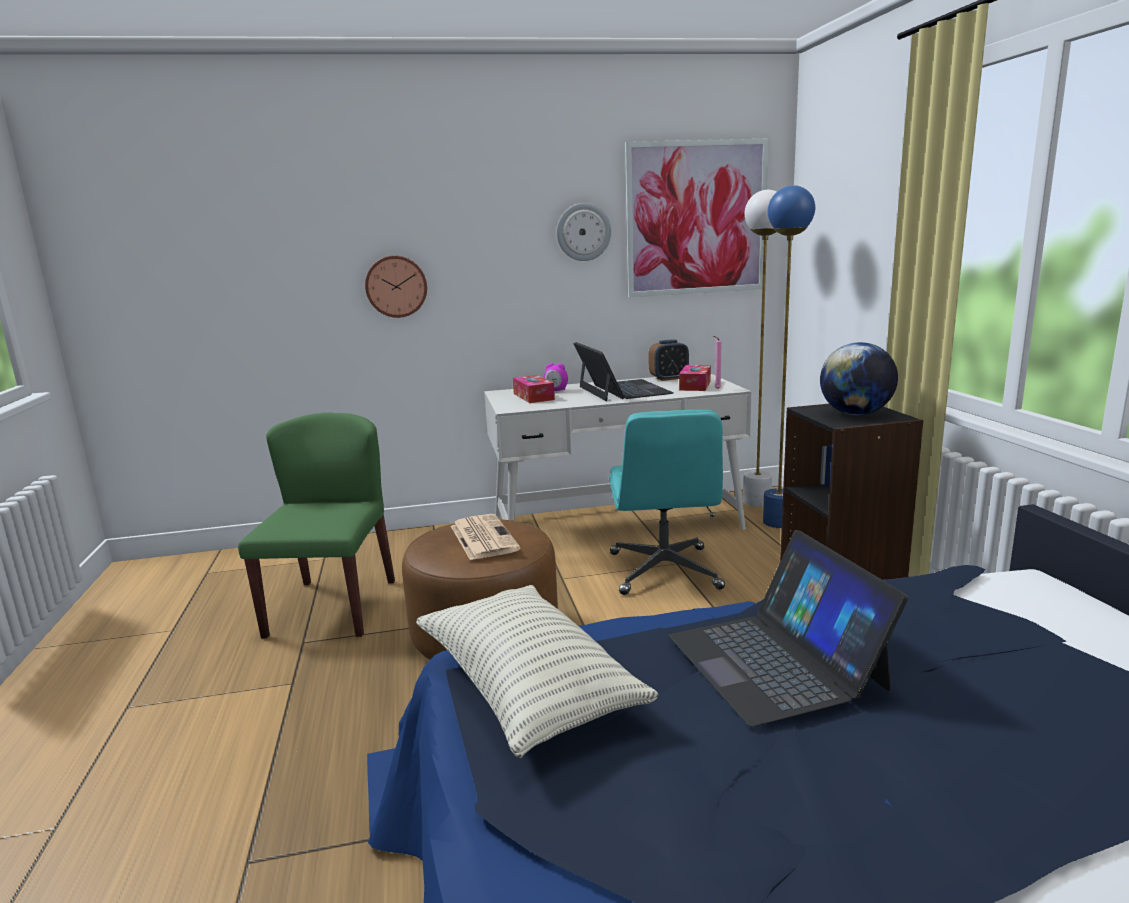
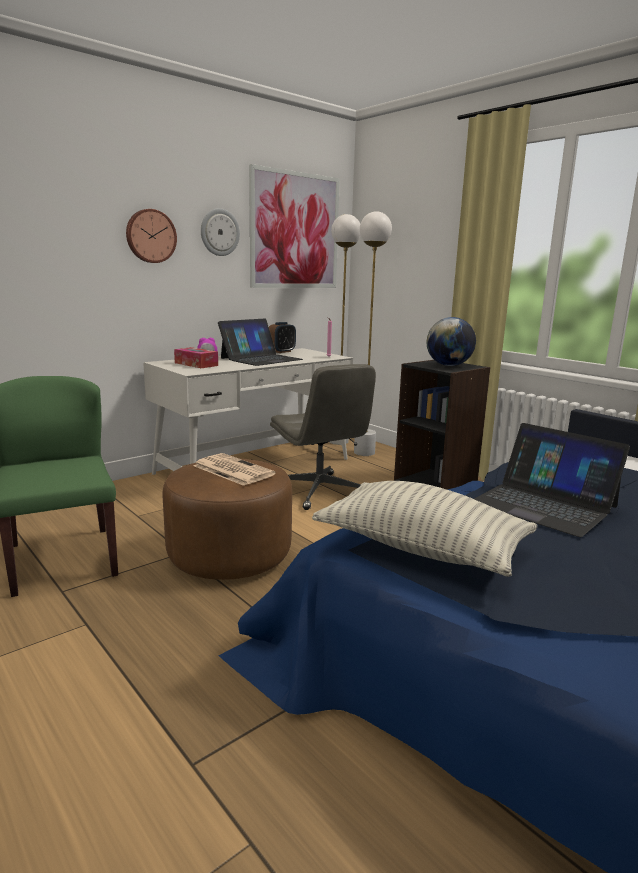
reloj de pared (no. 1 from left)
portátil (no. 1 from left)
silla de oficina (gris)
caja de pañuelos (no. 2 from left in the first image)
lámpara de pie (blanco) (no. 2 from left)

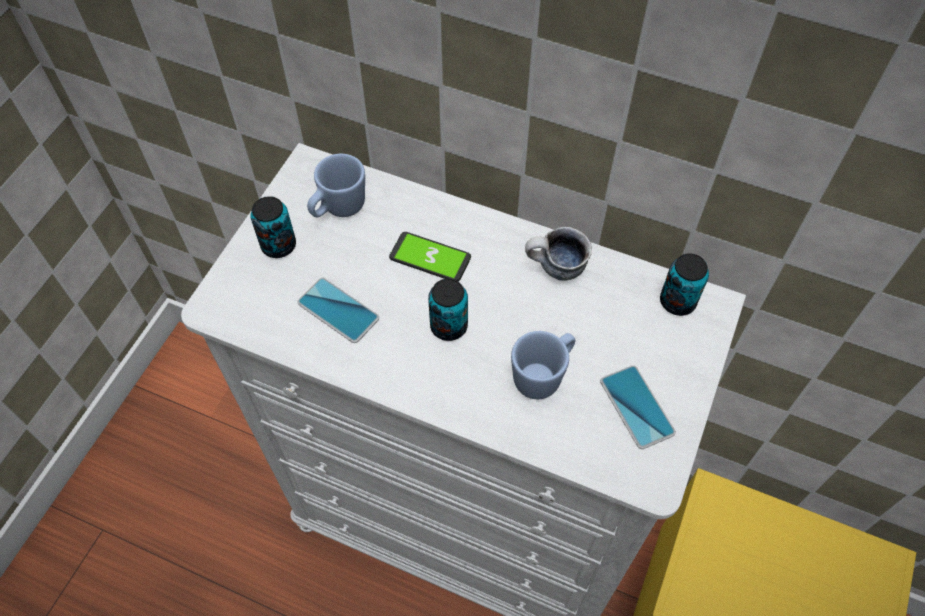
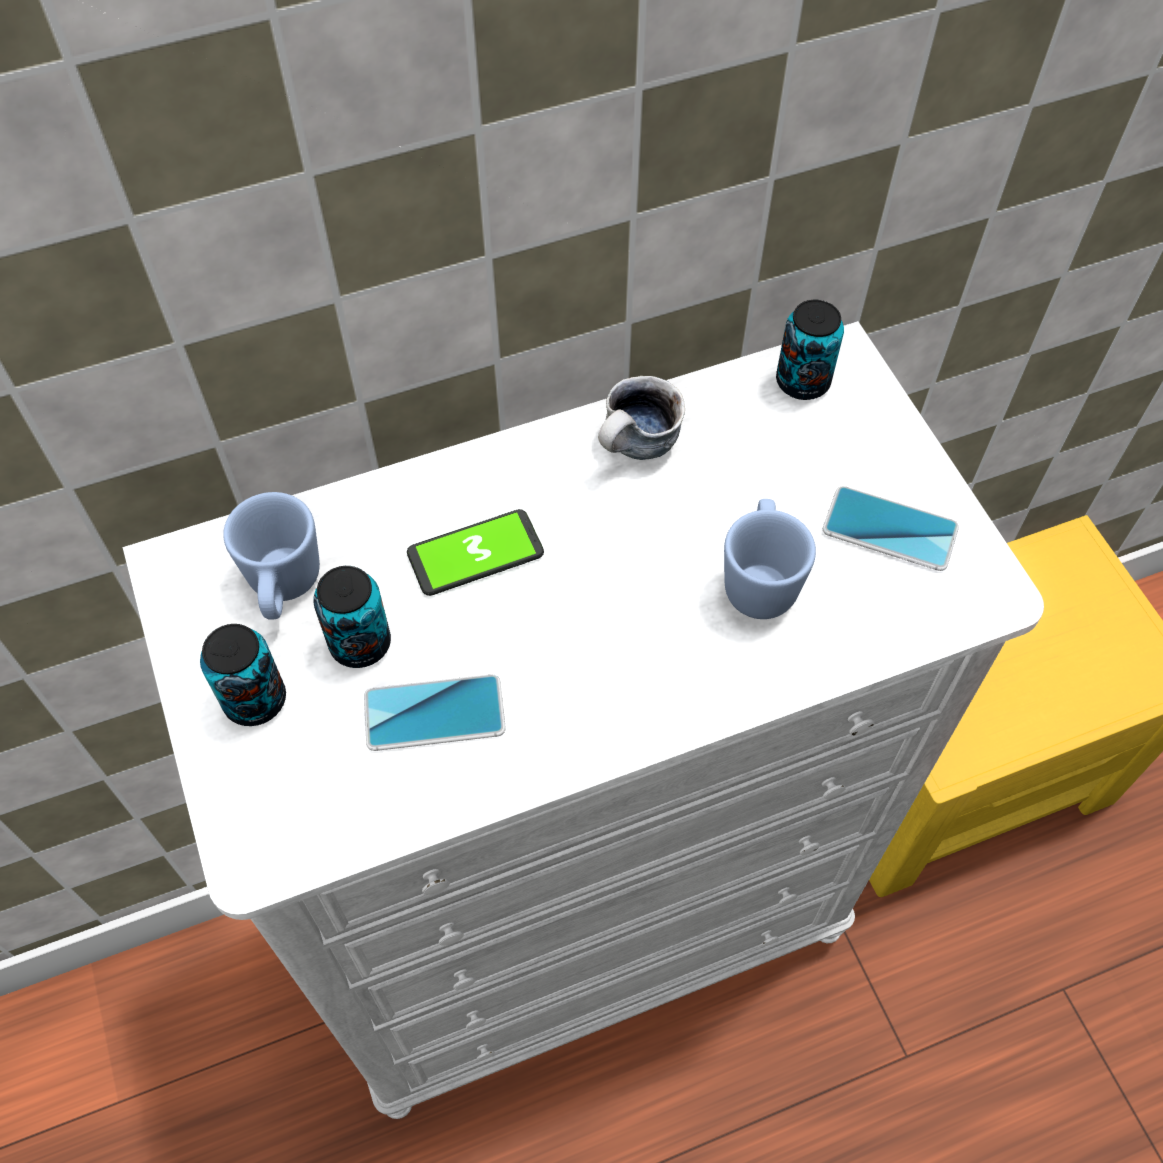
lata (no. 2 from left)

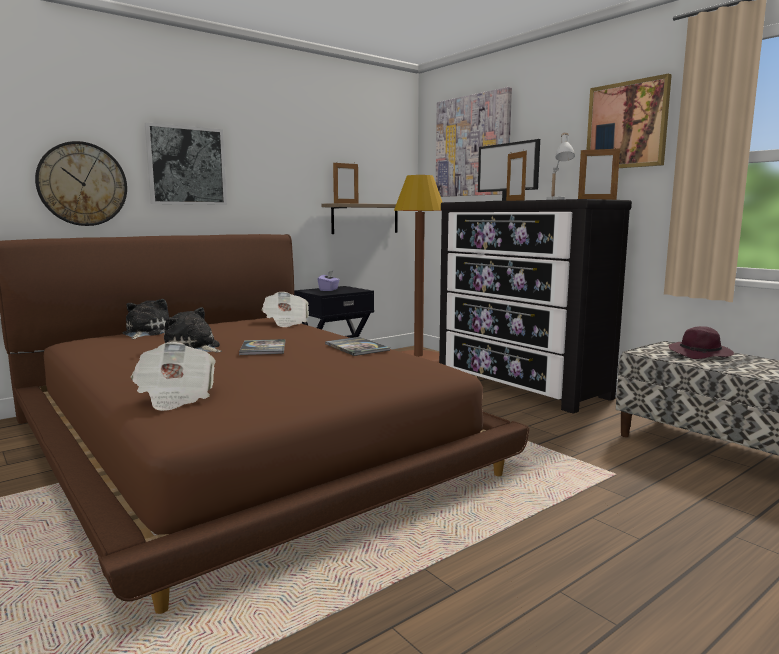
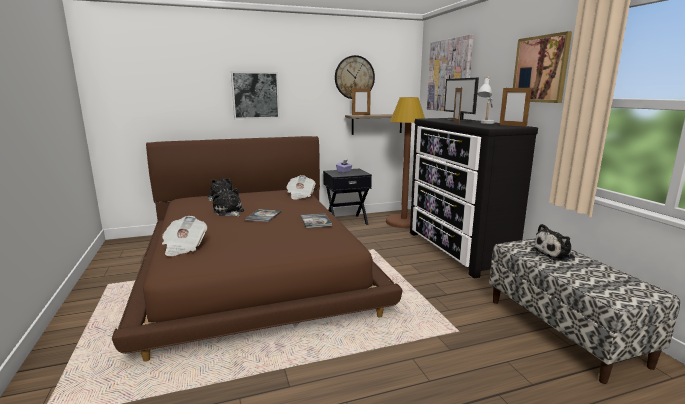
reloj de pared
peluche (no. 3 from left)

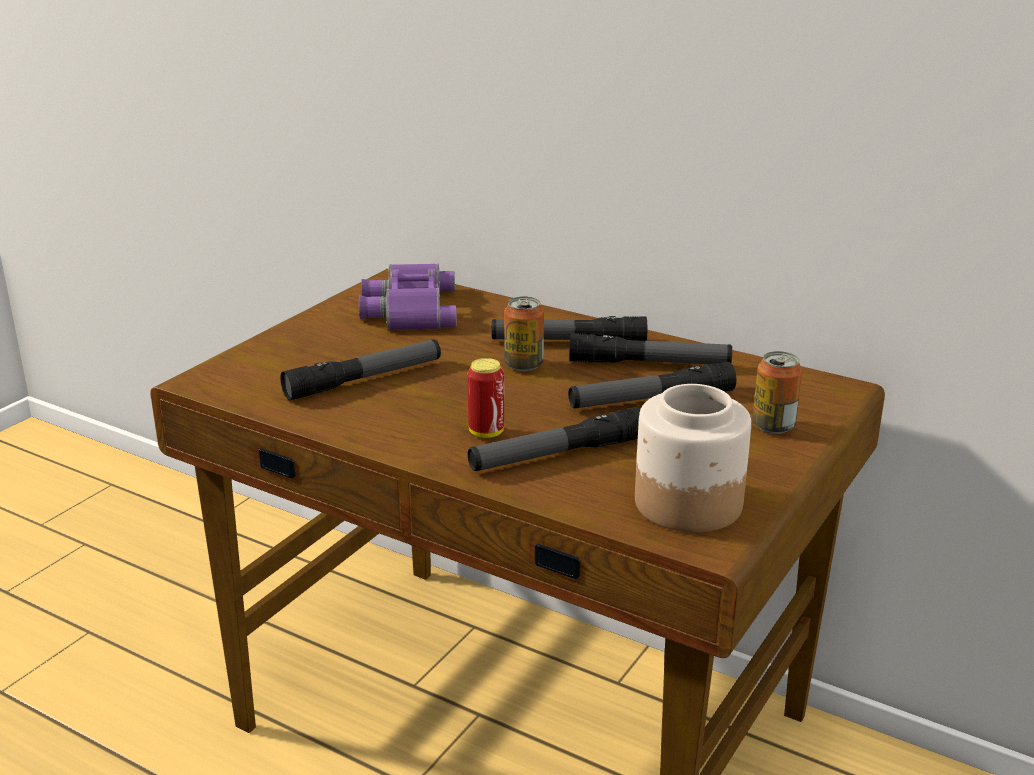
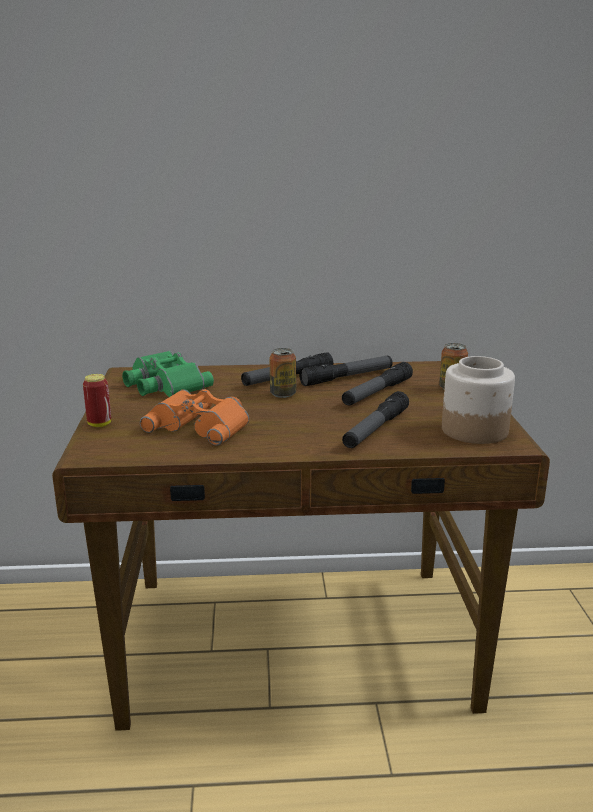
prismáticos (naranja)
prismáticos (verde)
lata (no. 1 from left)

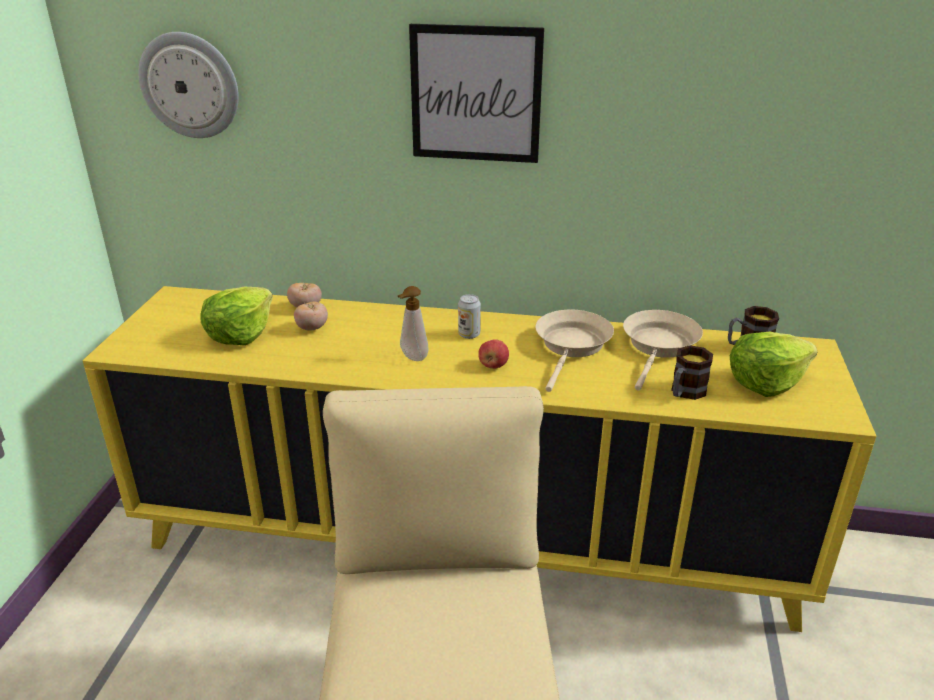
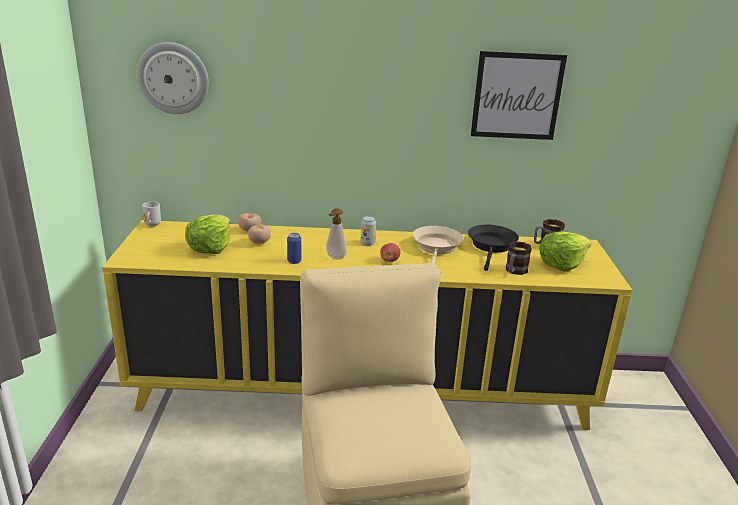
cuadro
sartén (negro)
taza grande (no. 1 from left)
lata (no. 1 from left)

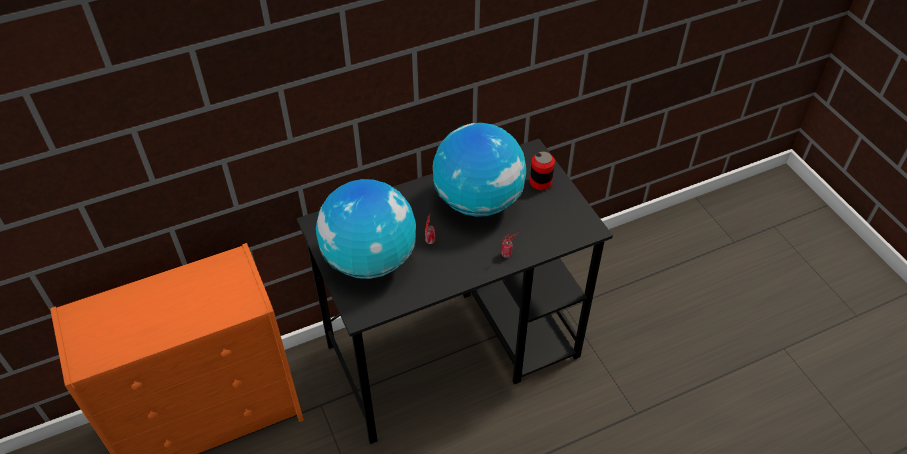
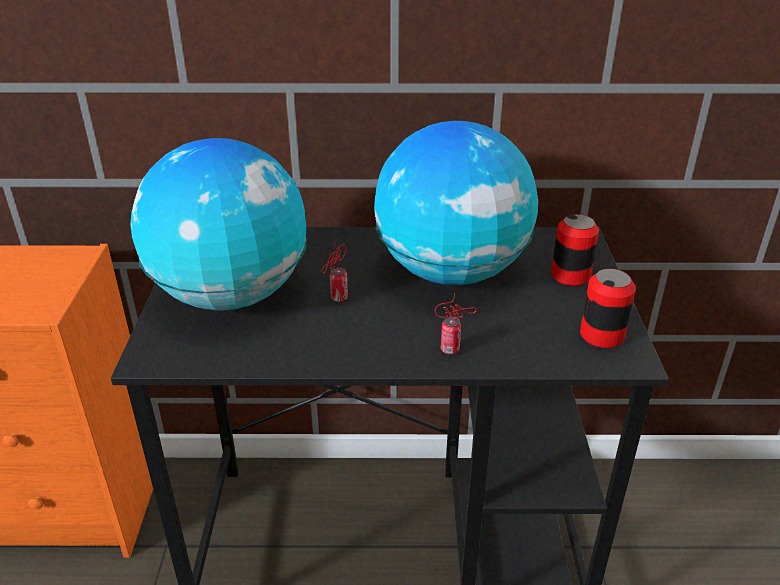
lata (no. 4 from left)

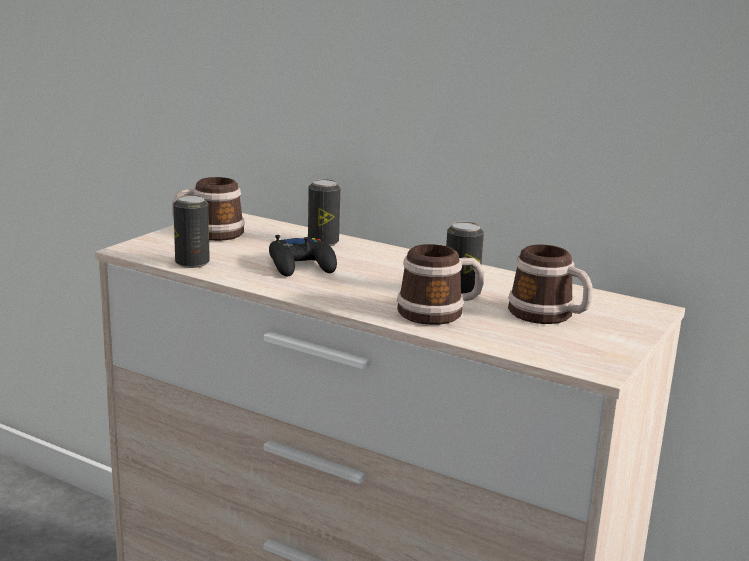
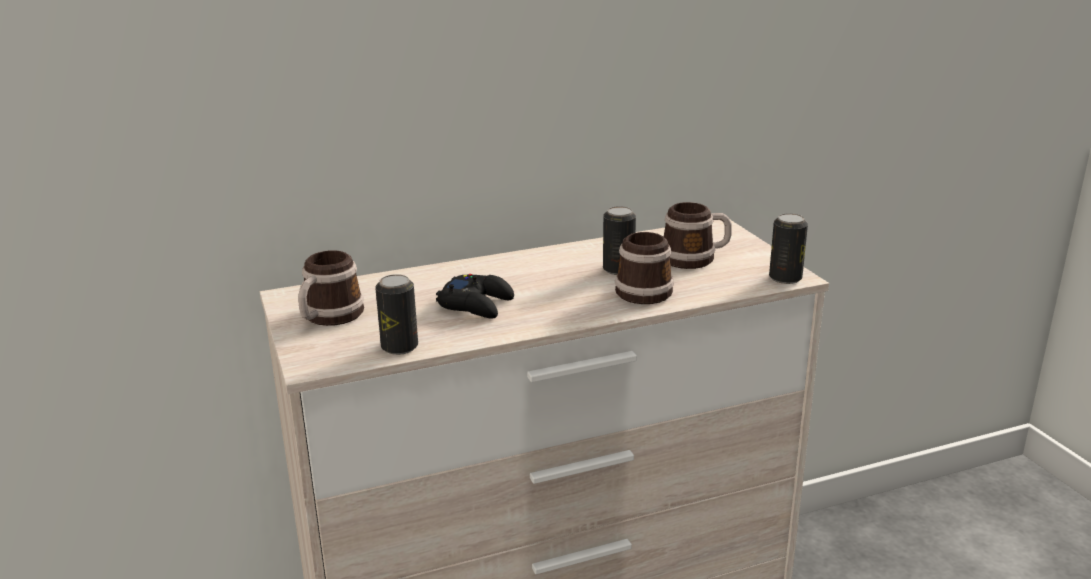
lata (no. 3 from left)

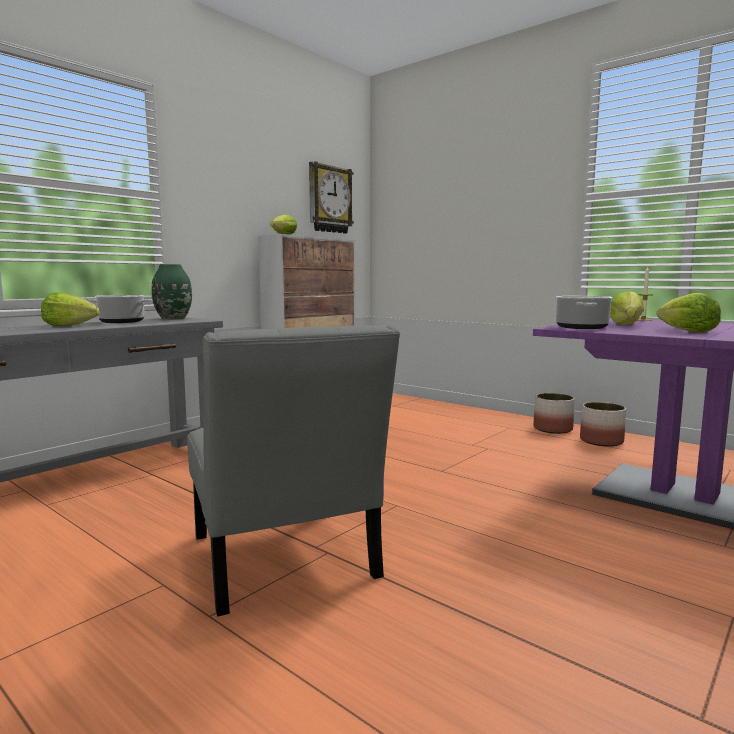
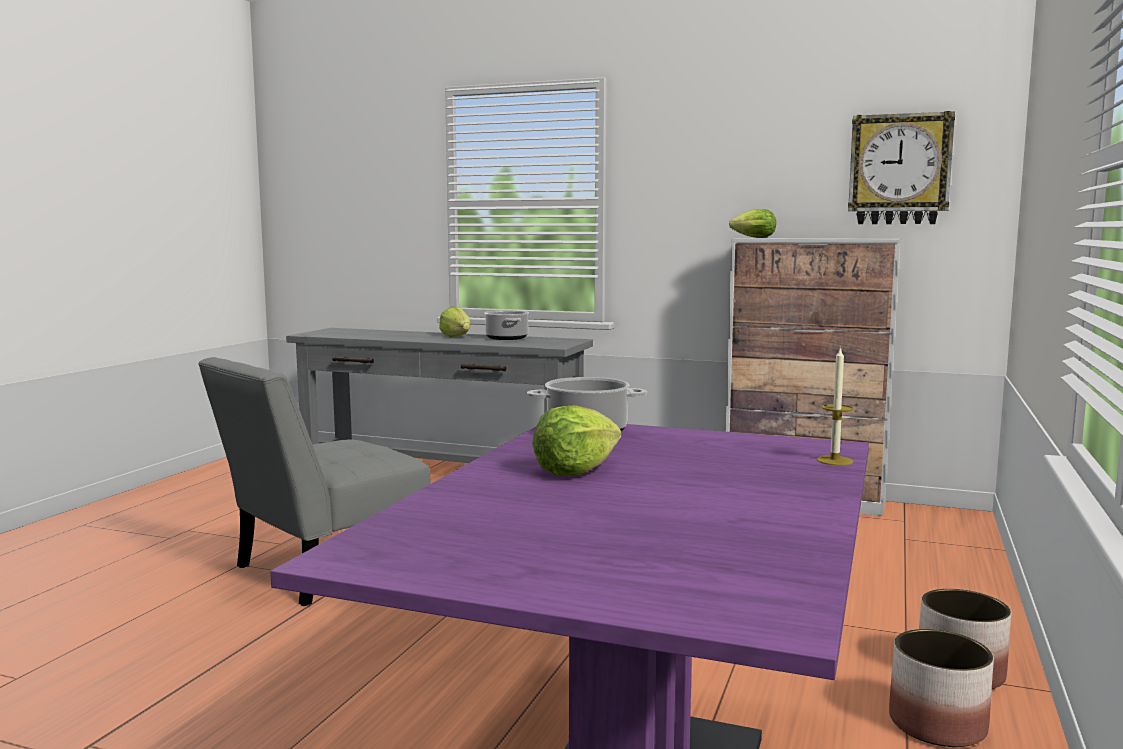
florero (verde)
lechuga (no. 3 from left in the first image)

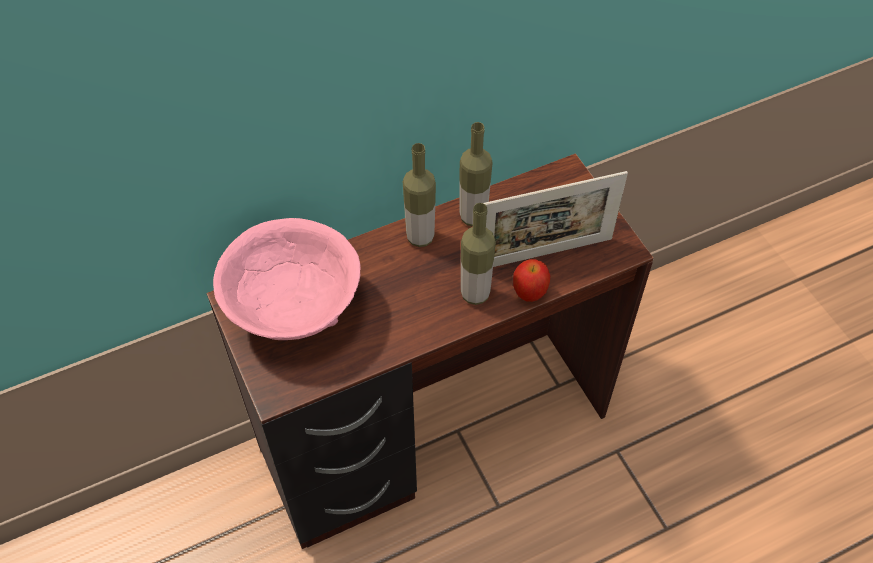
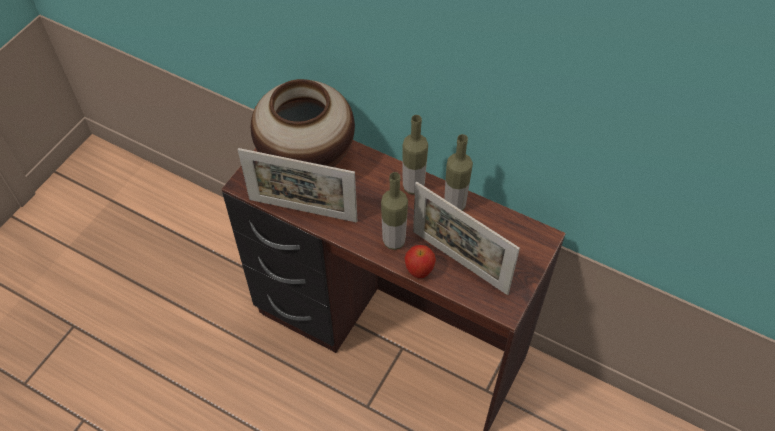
florero
portarretratos (no. 1 from left)

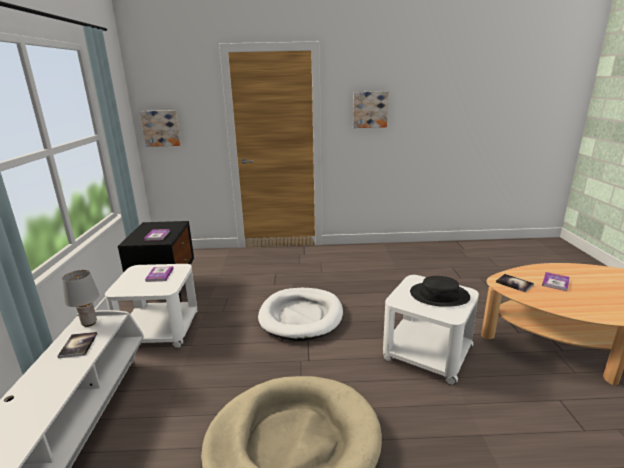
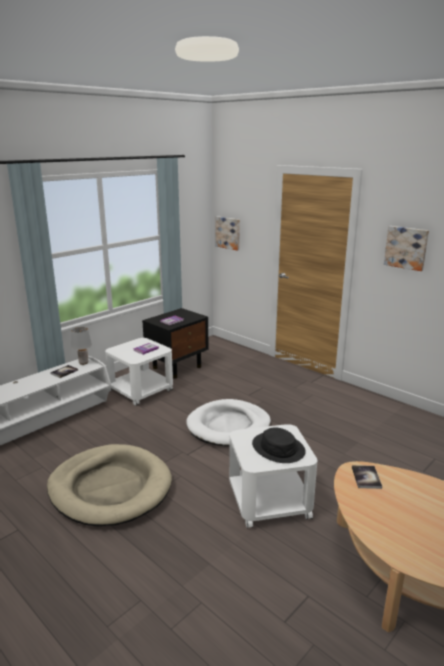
libro (no. 5 from left in the first image)

